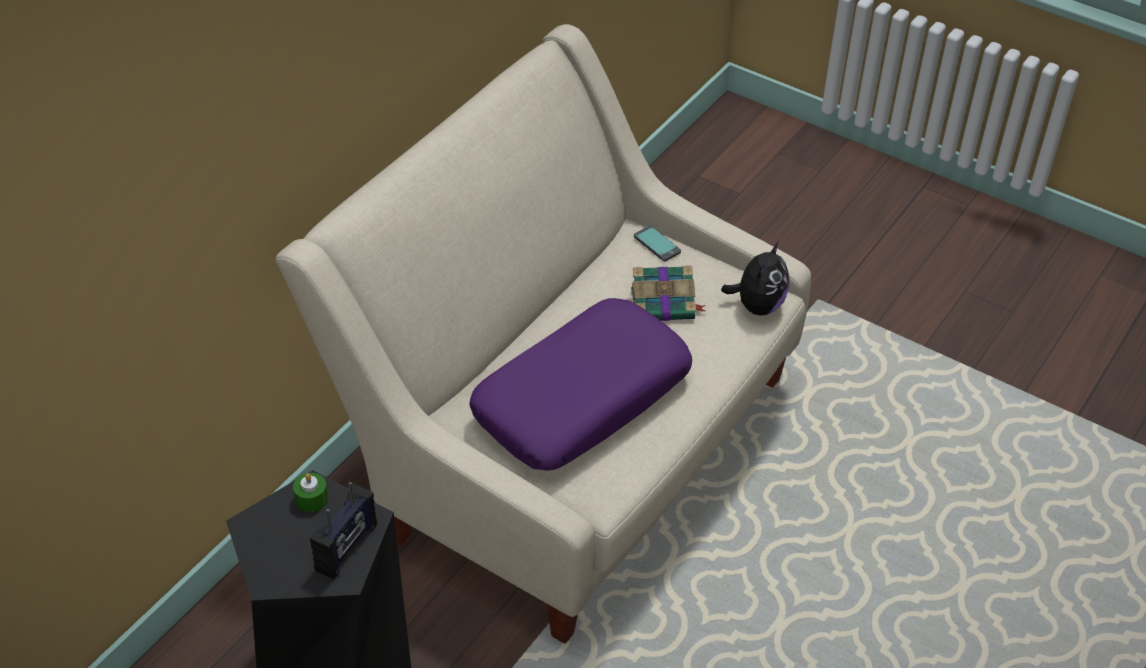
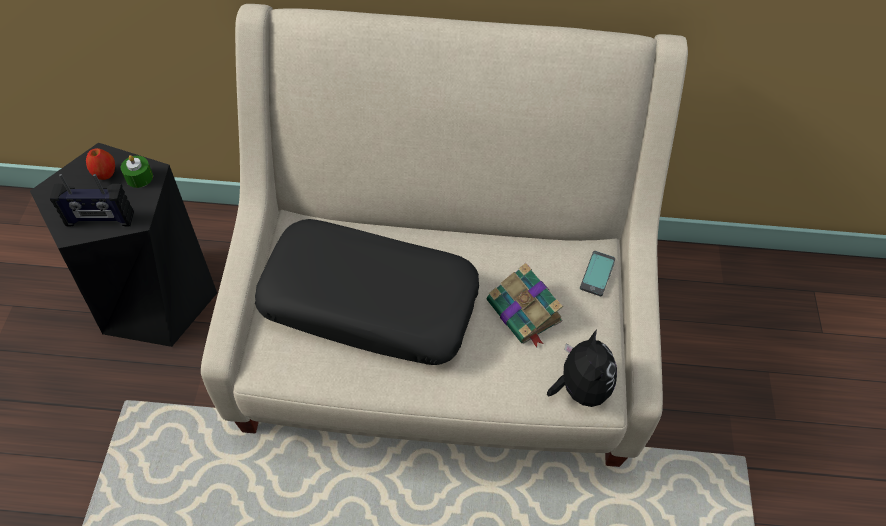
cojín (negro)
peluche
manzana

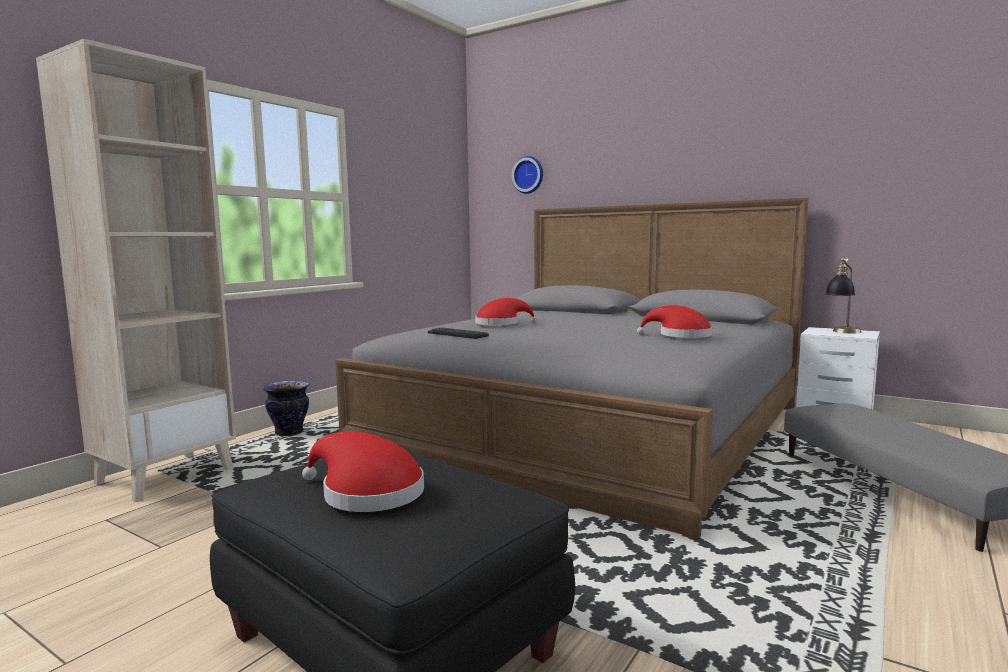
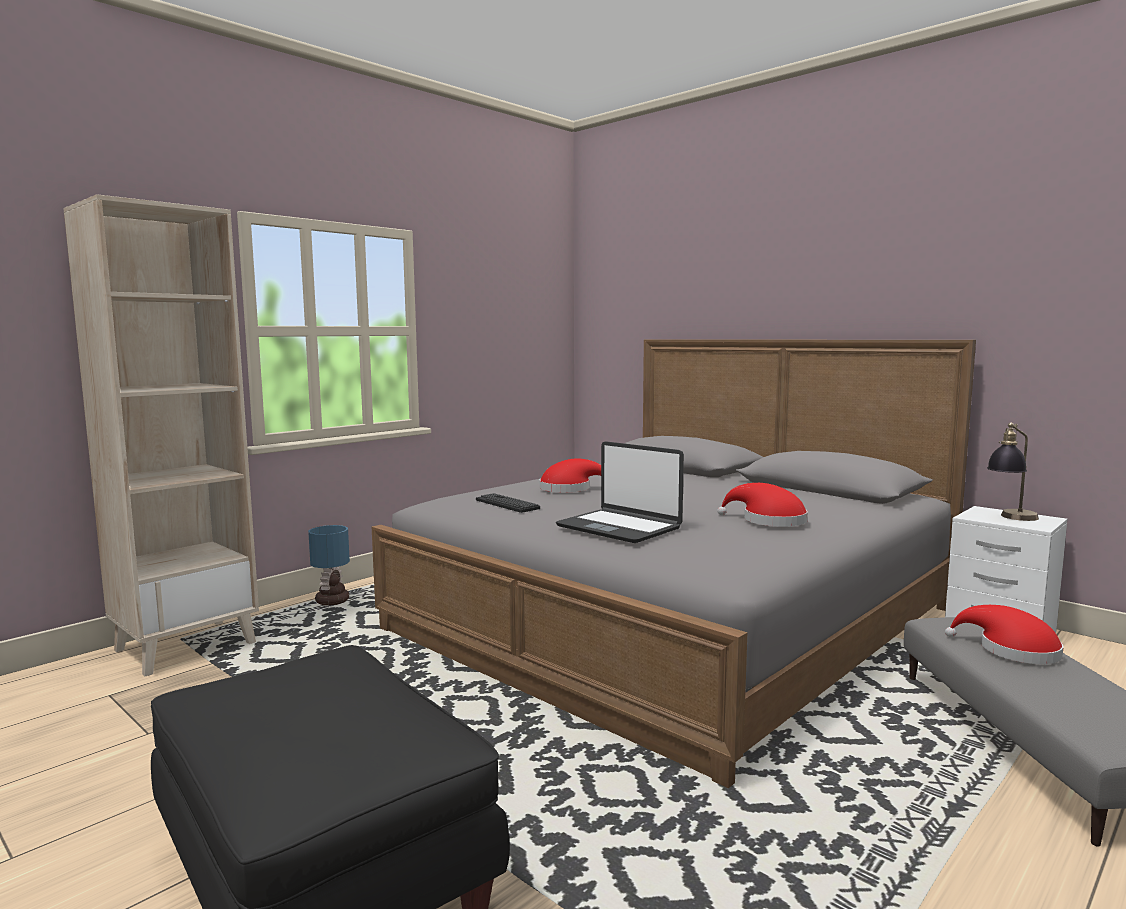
lámpara de mesa (no. 1 from left)
sombrero (rojo) (no. 3 from left)
reloj de pared
portátil

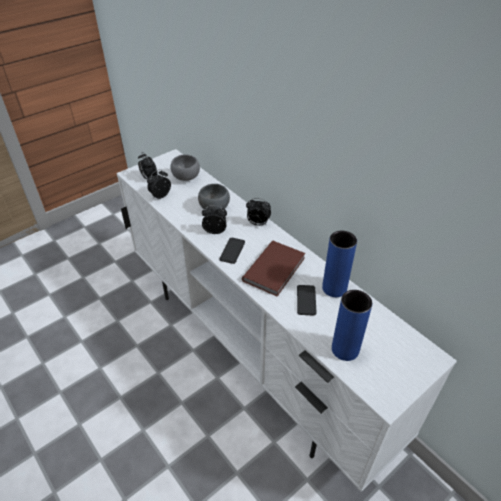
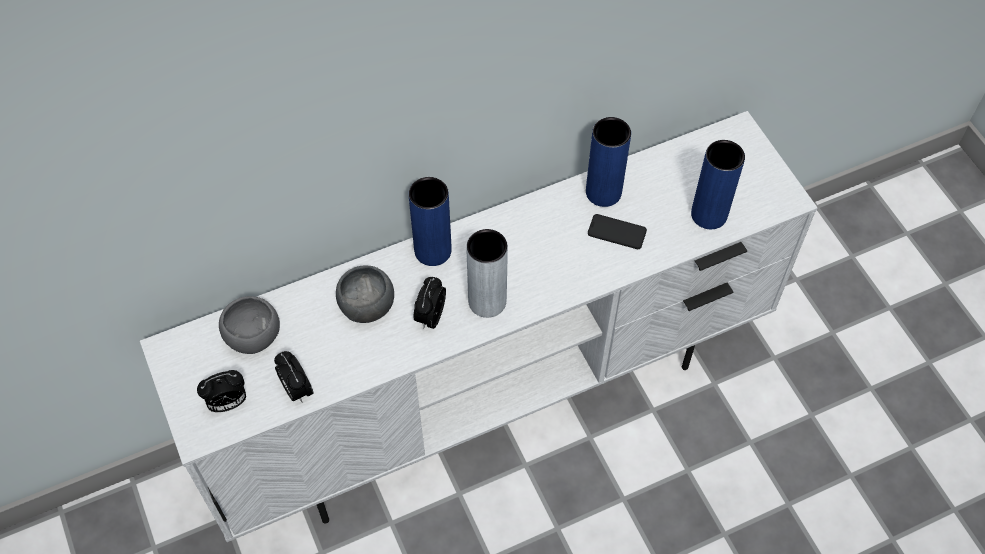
florero (gris)
libro (marrón)
florero (azul) (no. 1 from left)

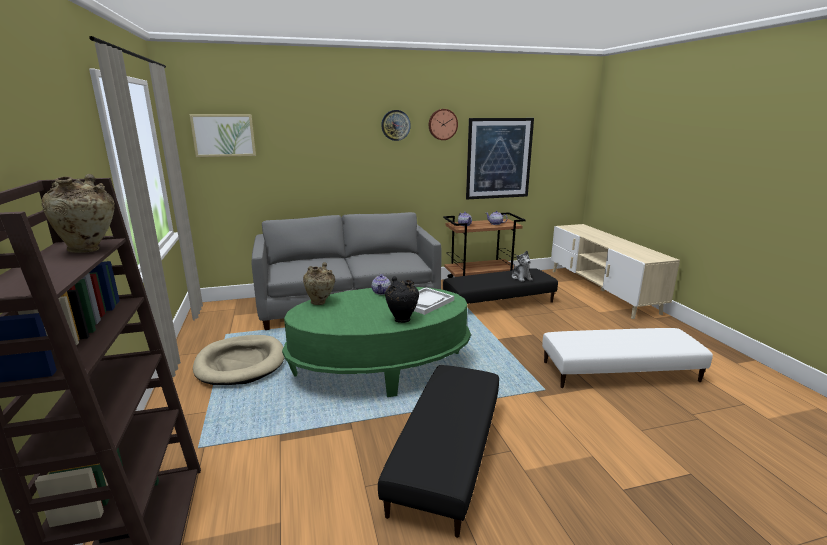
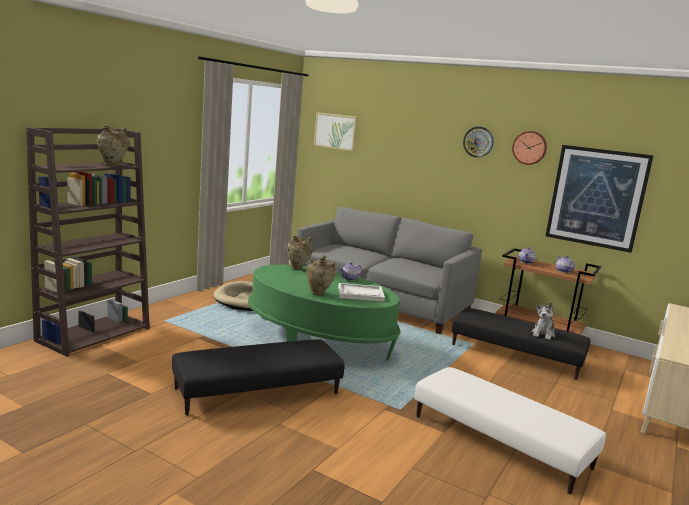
florero (beis) (no. 3 from left)

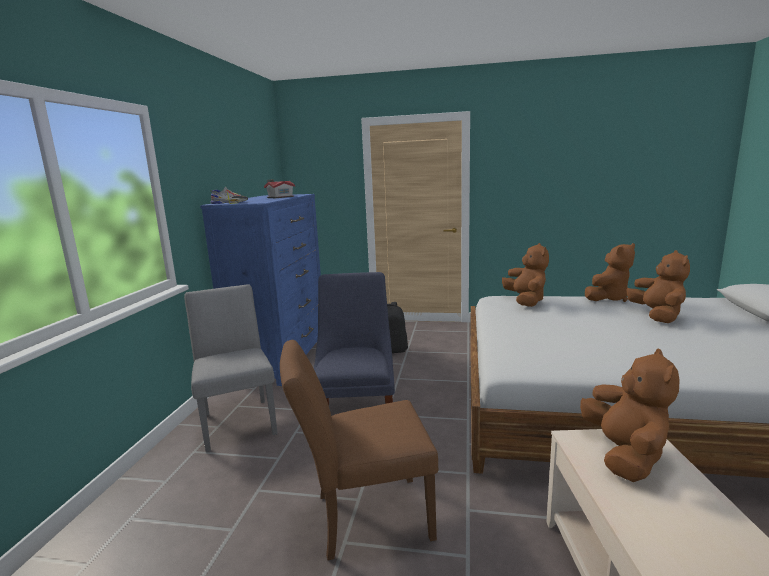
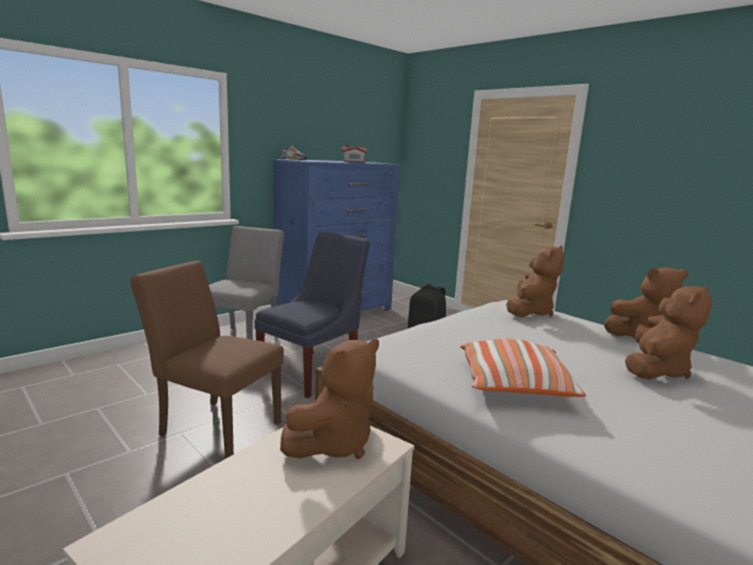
cojín

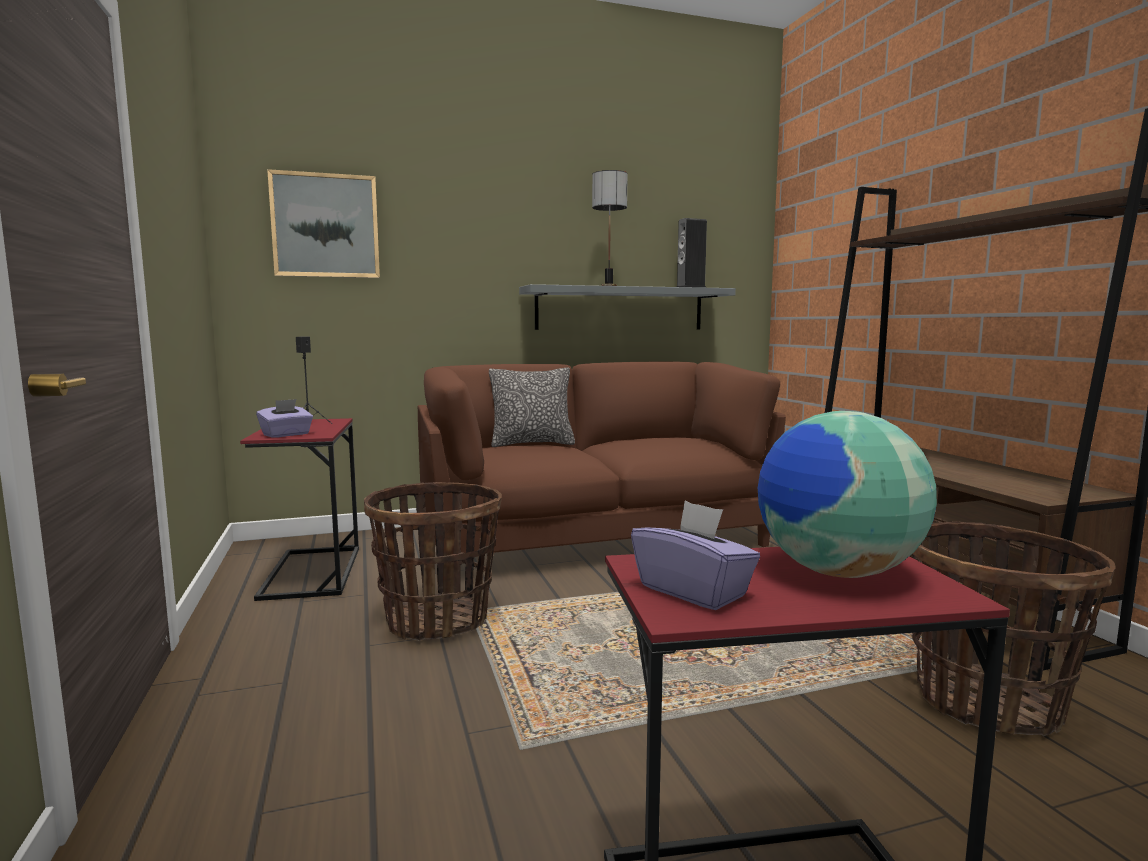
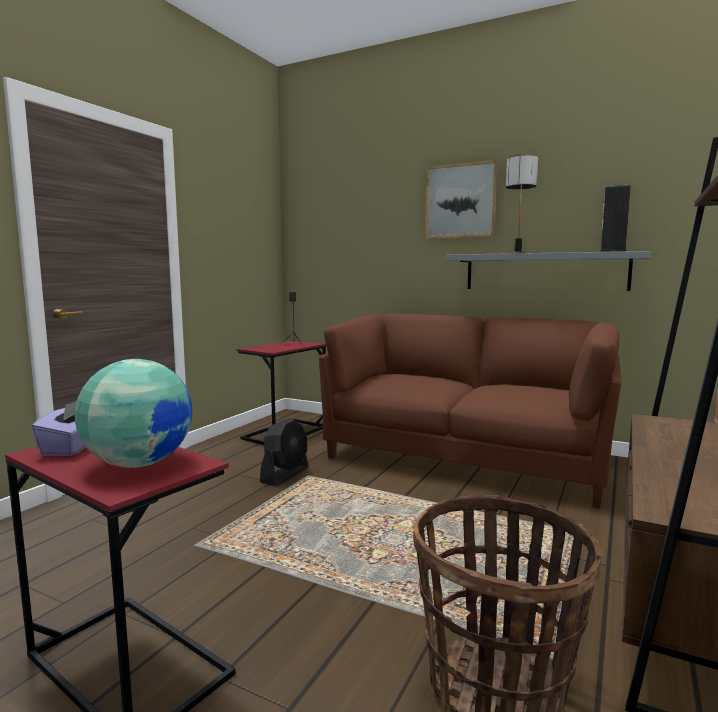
caja de pañuelos (morado) (no. 1 from left in the first image)
cuadro
ventilador (negro)
cojín

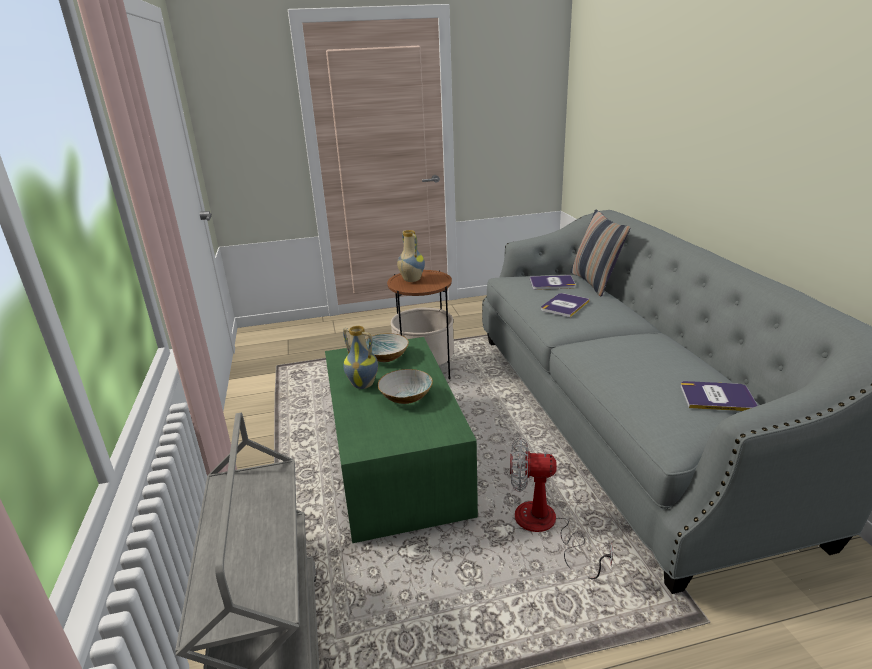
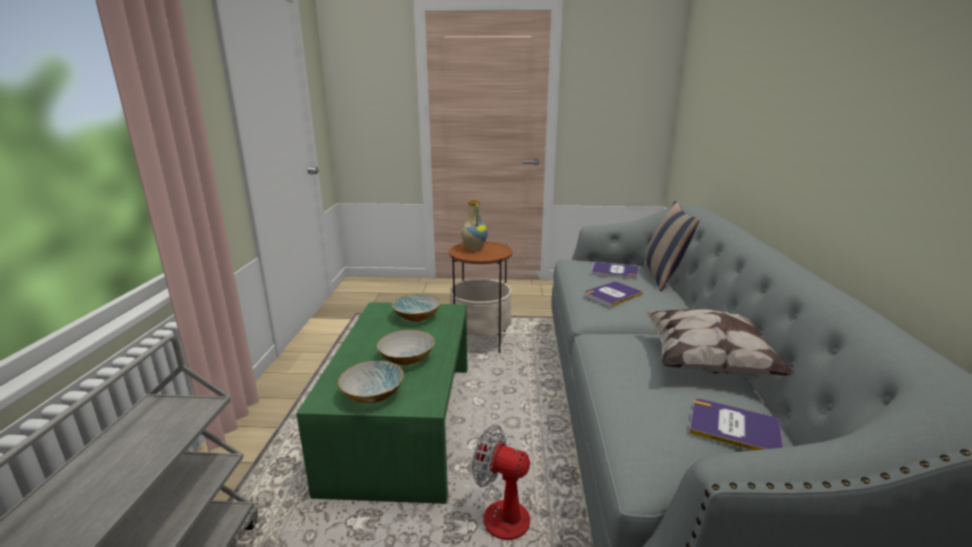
florero (no. 1 from left in the first image)
cuenco (no. 1 from left)
cojín (no. 2 from left)

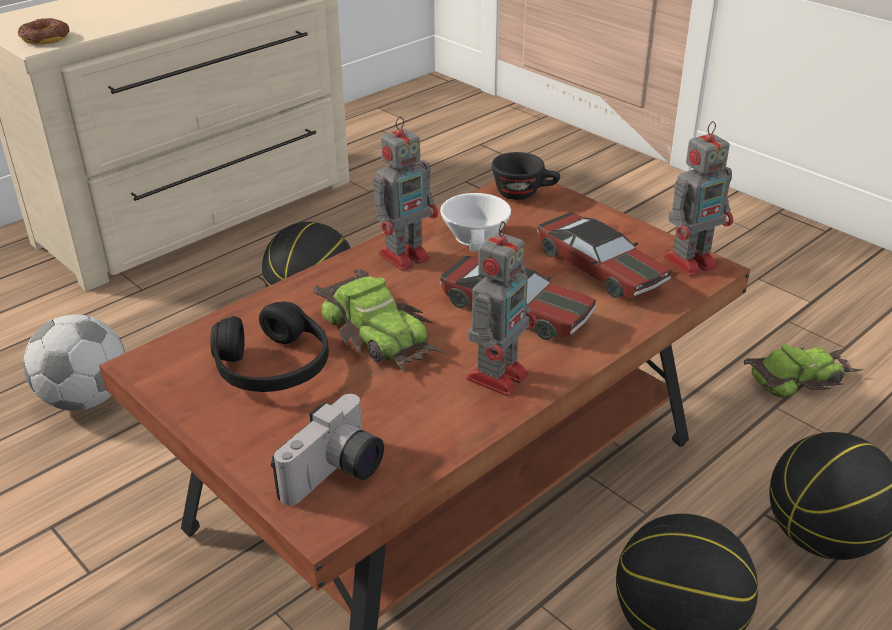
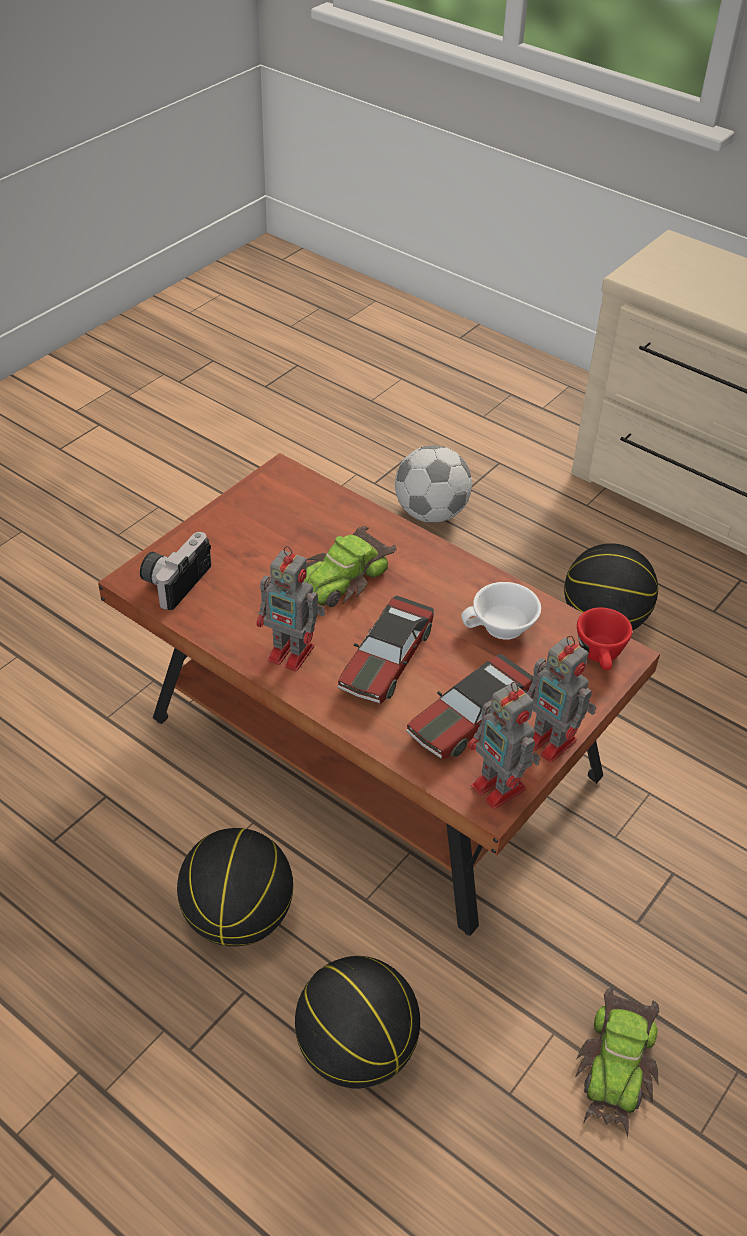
rosquilla
auriculares (negro)
cámara
robot de juguete (no. 3 from left)
taza (rojo)
coche de juguete (no. 4 from left)

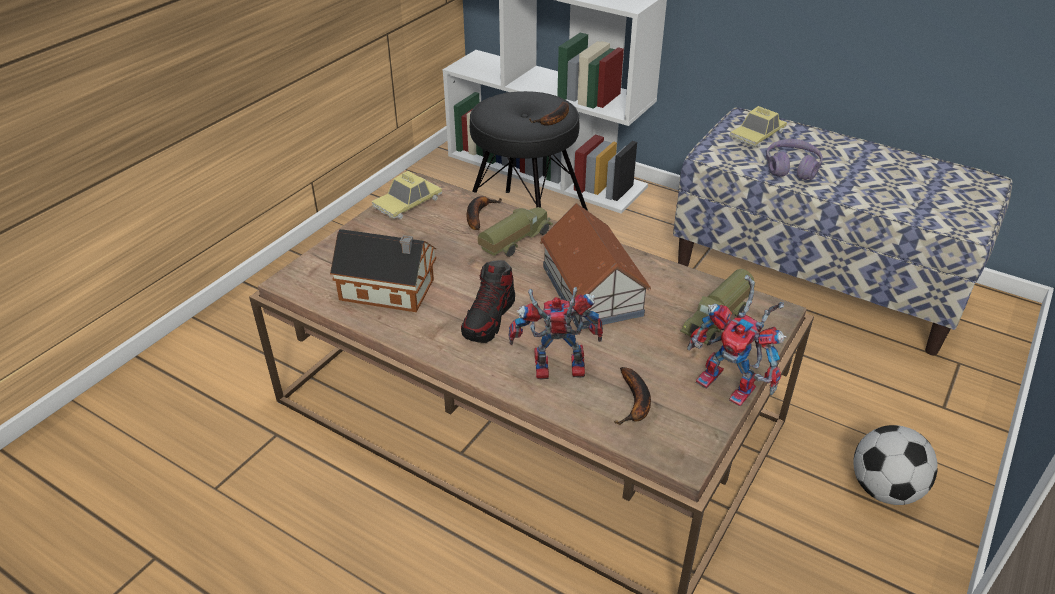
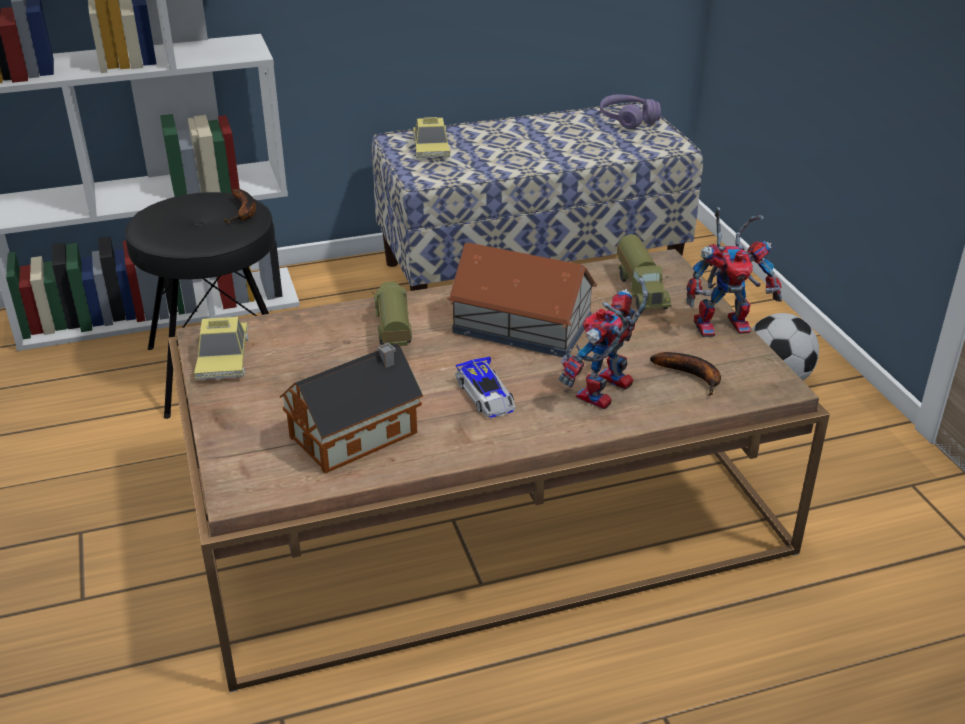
coche de juguete (no. 3 from left)
plátano (no. 1 from left in the first image)
auriculares (morado)

